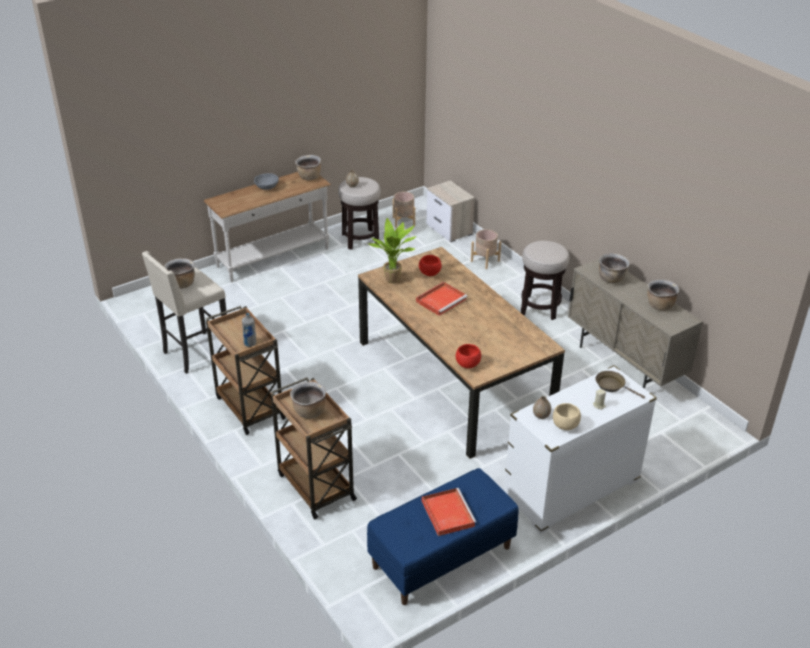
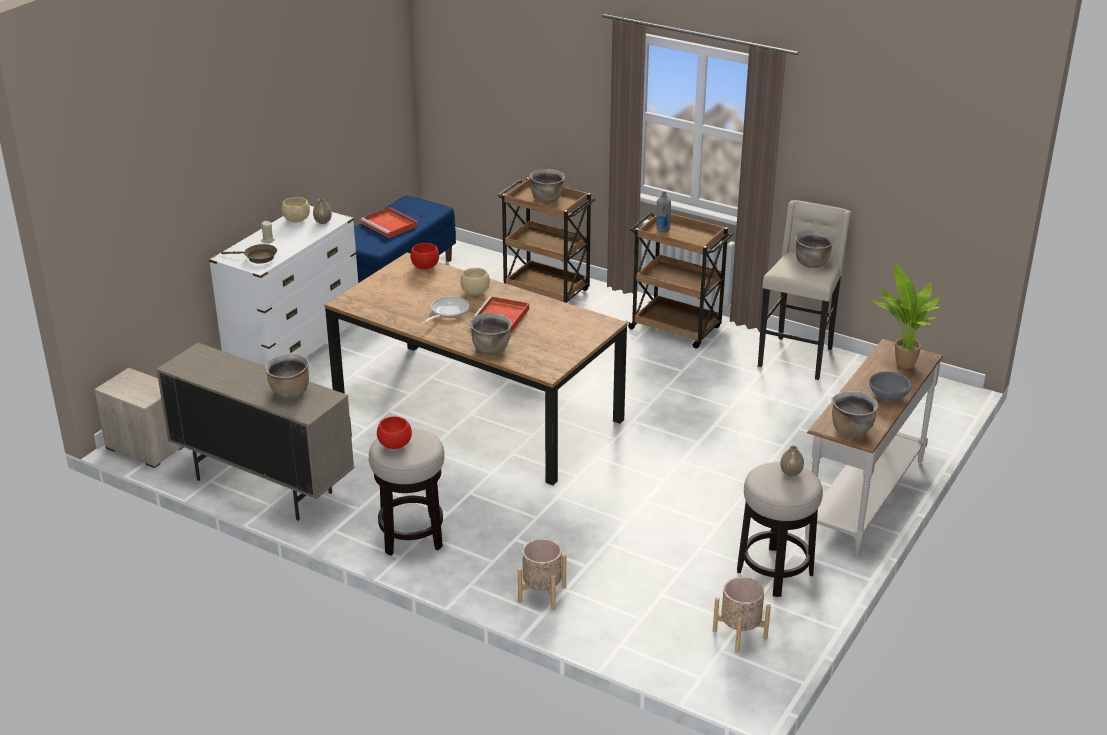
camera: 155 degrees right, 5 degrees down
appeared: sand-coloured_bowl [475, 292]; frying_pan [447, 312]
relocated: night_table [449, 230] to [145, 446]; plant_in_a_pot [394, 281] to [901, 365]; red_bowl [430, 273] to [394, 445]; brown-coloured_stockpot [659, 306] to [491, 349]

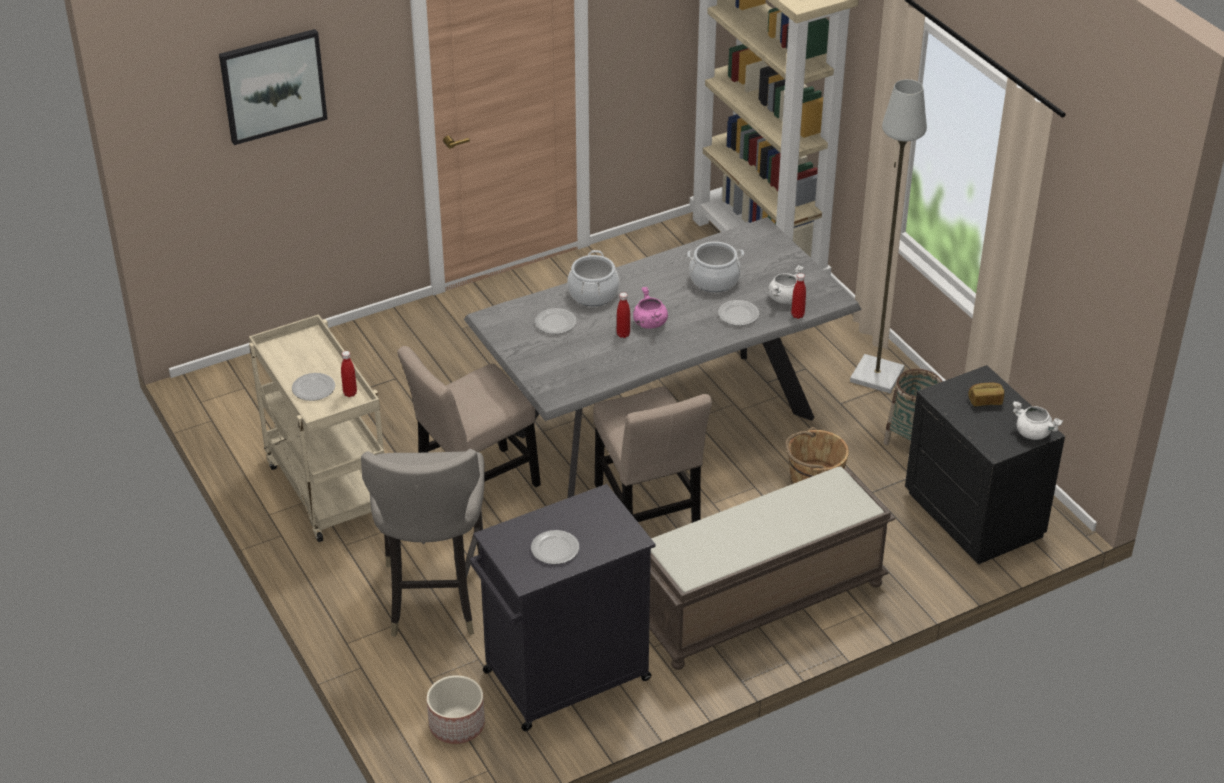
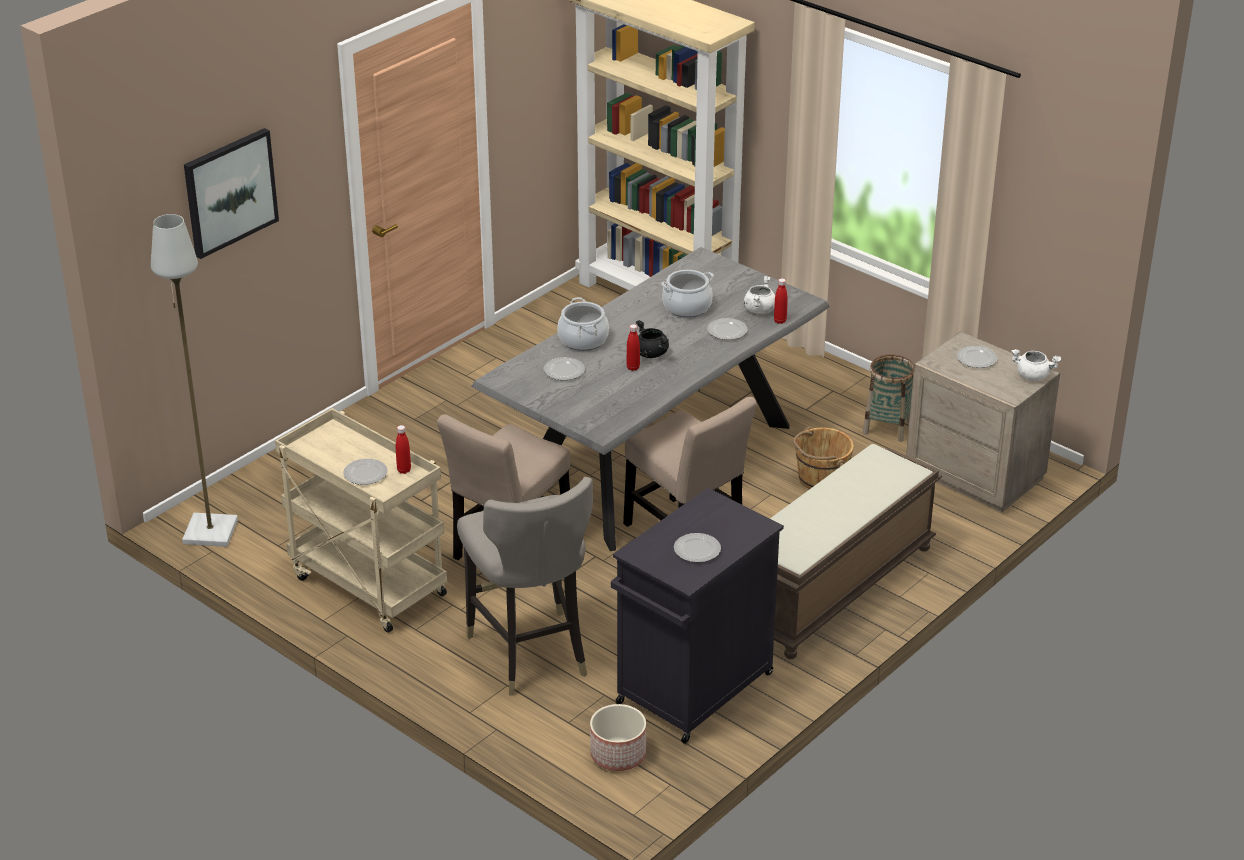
camera: 20 degrees left, 5 degrees down
relocated: grey_standard_lamp [875, 376] to [209, 532]
exchanged: bread [985, 400] to plate [977, 359]
colour: pink_stockpot [649, 323] to blackish_stockpot [650, 353]; blackish_night_table [975, 515] to sand-coloured_night_table [976, 473]

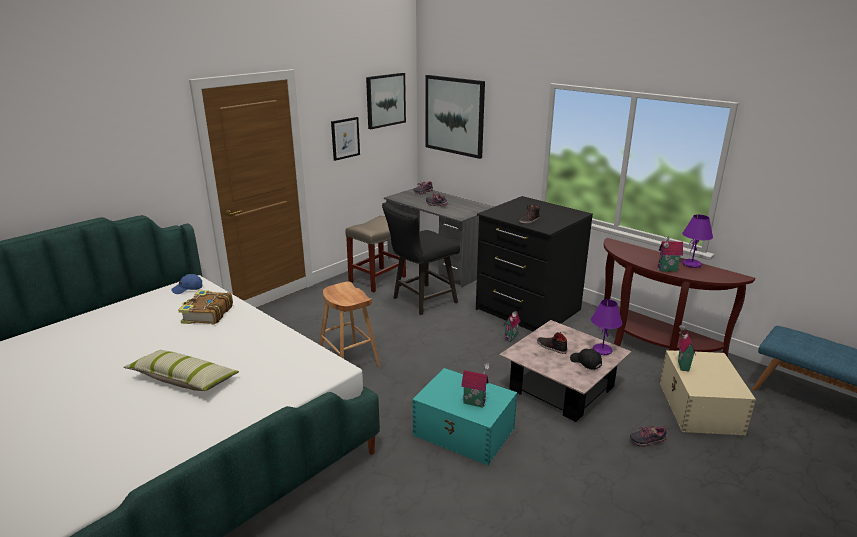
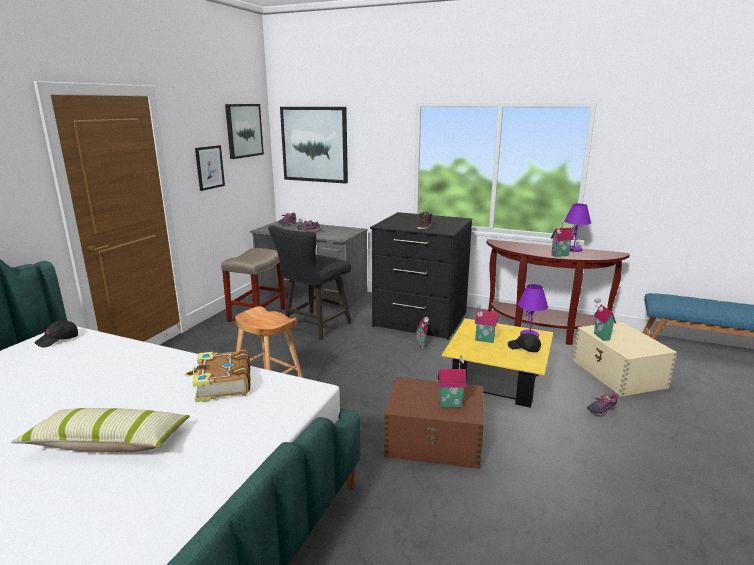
camera: 20 degrees left, 5 degrees down
relocated: book [207, 314] to [222, 384]
exchanged: blackish_low_shoe [551, 347] to model_house [484, 340]
colour: blue-coloured_baseball_cap [188, 289] to blackish_baseball_cap [58, 340]; pink_lounge_table [561, 388] to yellow-coloured_lounge_table [496, 380]; turquoise-coloured_storage_container [464, 432] to brown-coloured_storage_container [435, 441]

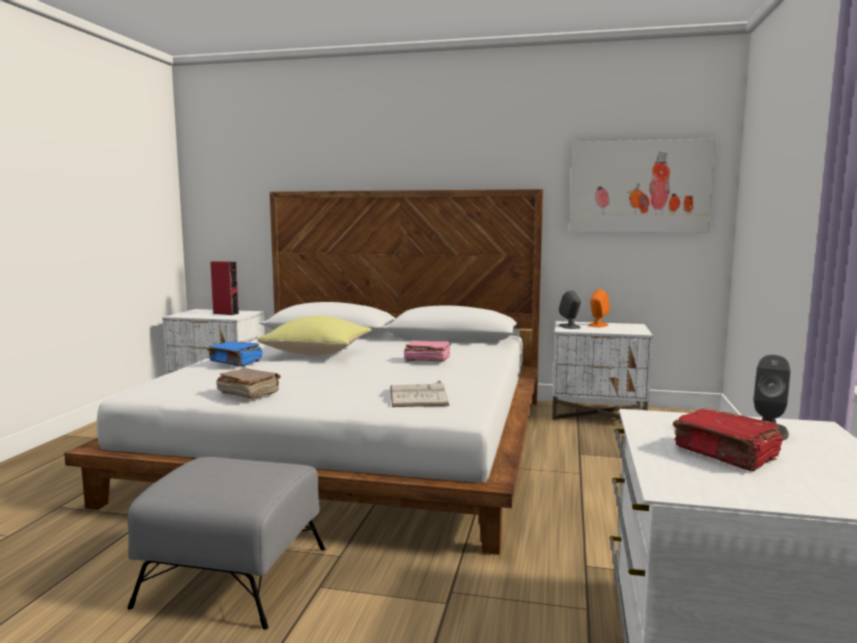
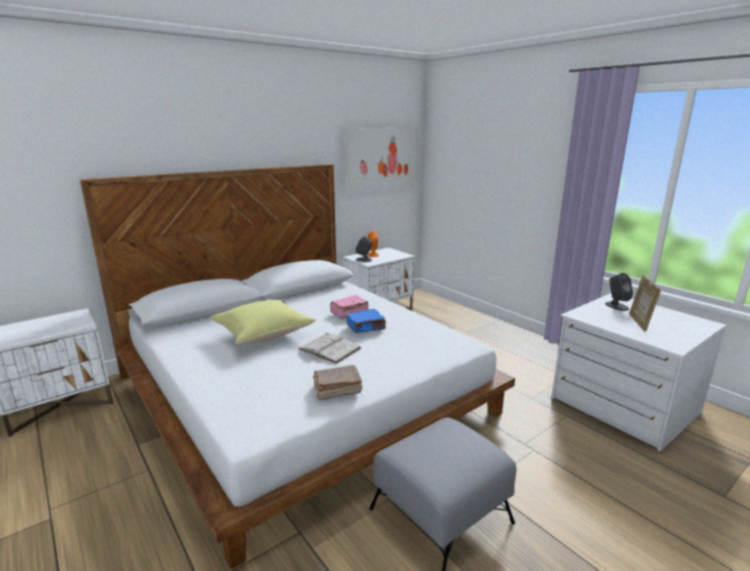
camera: 50 degrees left, 10 degrees up
missing: red_speaker [226, 313]
relocated: blue-coloured_book [236, 362] to [366, 327]; white_book [418, 396] to [329, 348]
exchanged: red_book [726, 454] to photo_frame [639, 323]

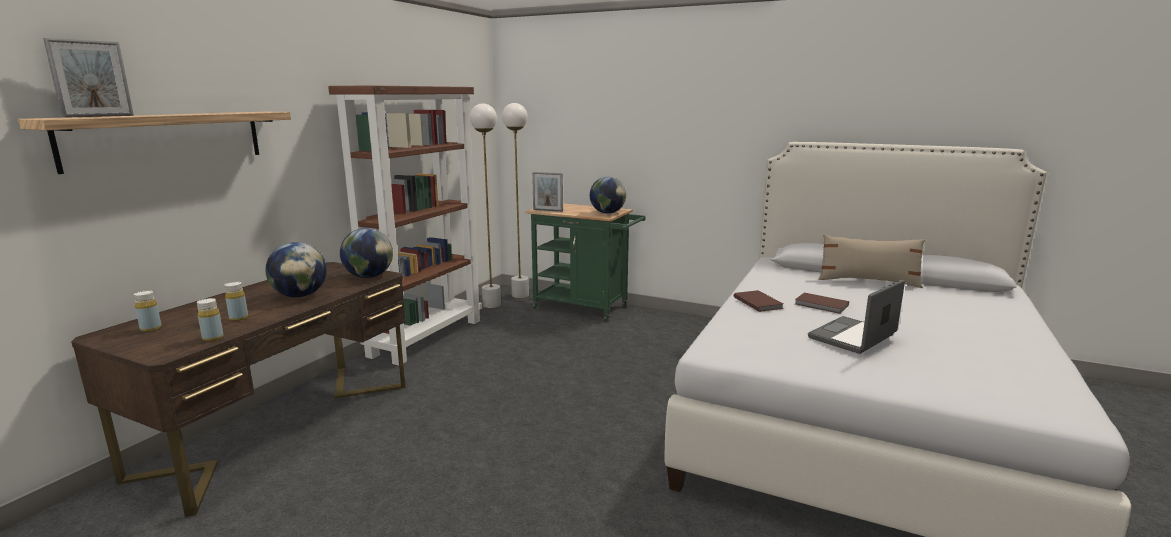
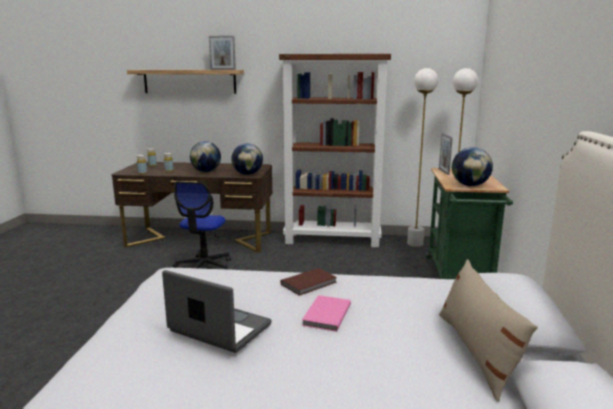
camera: 70 degrees right, 0 degrees up
appeared: office_chair [204, 267]
relocated: photo_frame [99, 116] to [223, 69]
colour: brown-coloured_book [821, 305] to pink_book [325, 315]

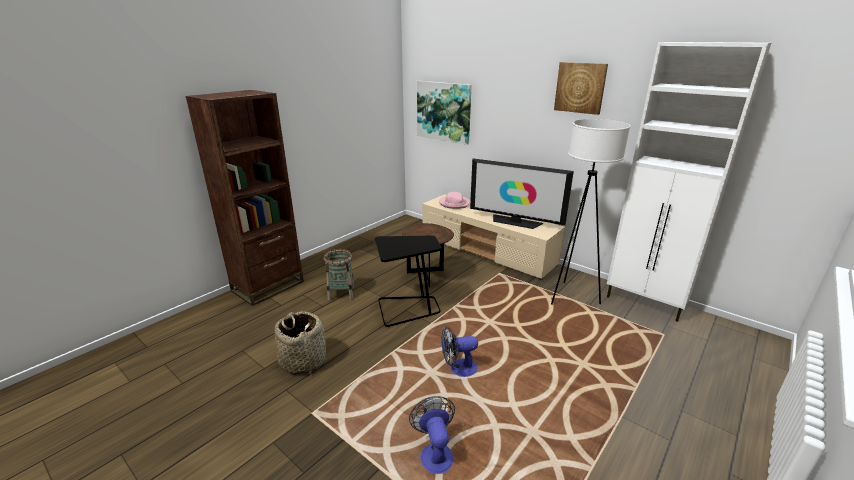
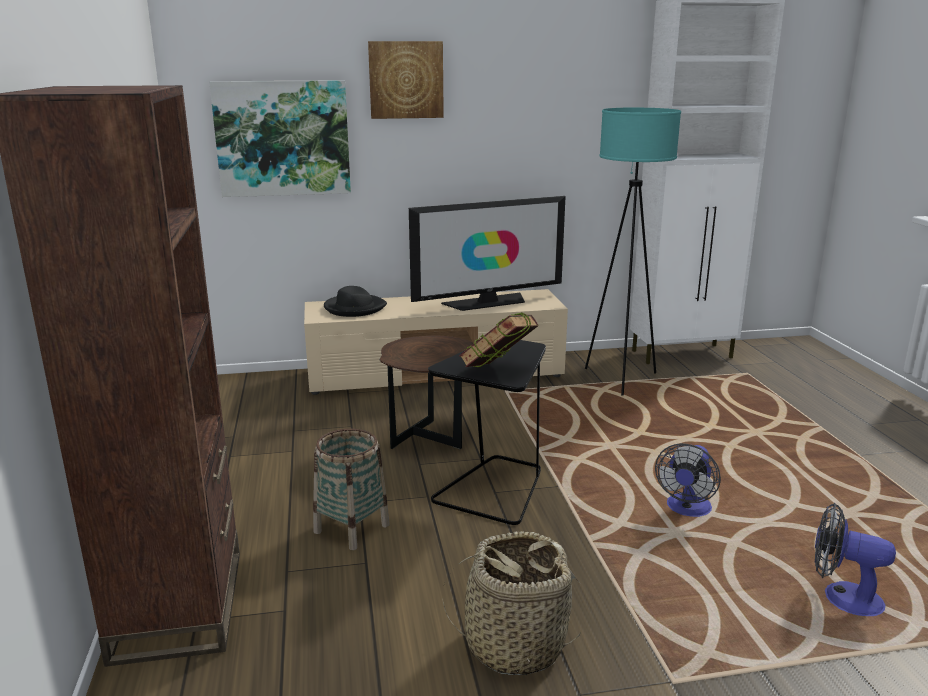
camera: 50 degrees left, 5 degrees down
appeared: book [498, 372]
relocated: wall_art [580, 87] to [406, 80]
colour: white_standard_lamp [571, 296] to turquoise-coloured_standard_lamp [620, 379]; pink_wearable_hat [454, 203] to blackish_wearable_hat [354, 308]

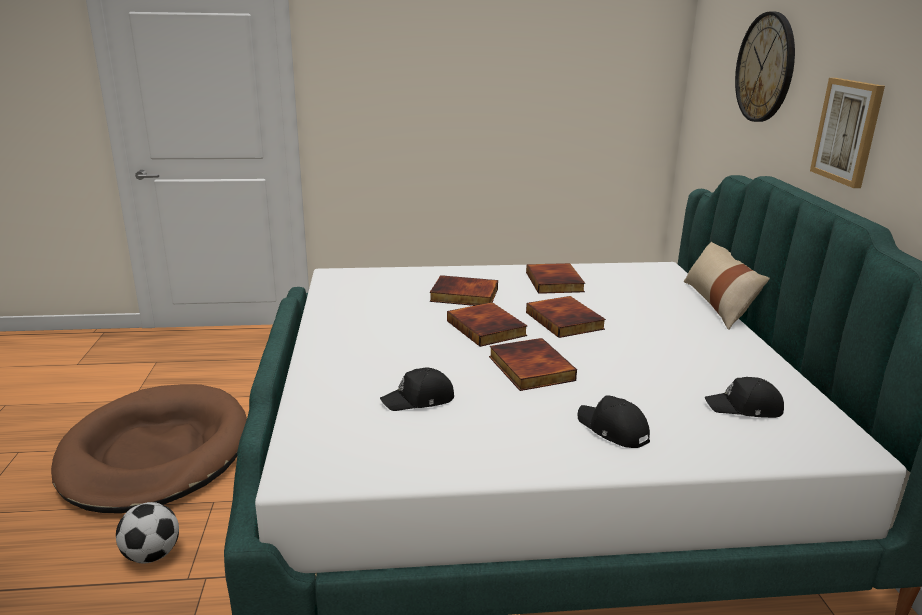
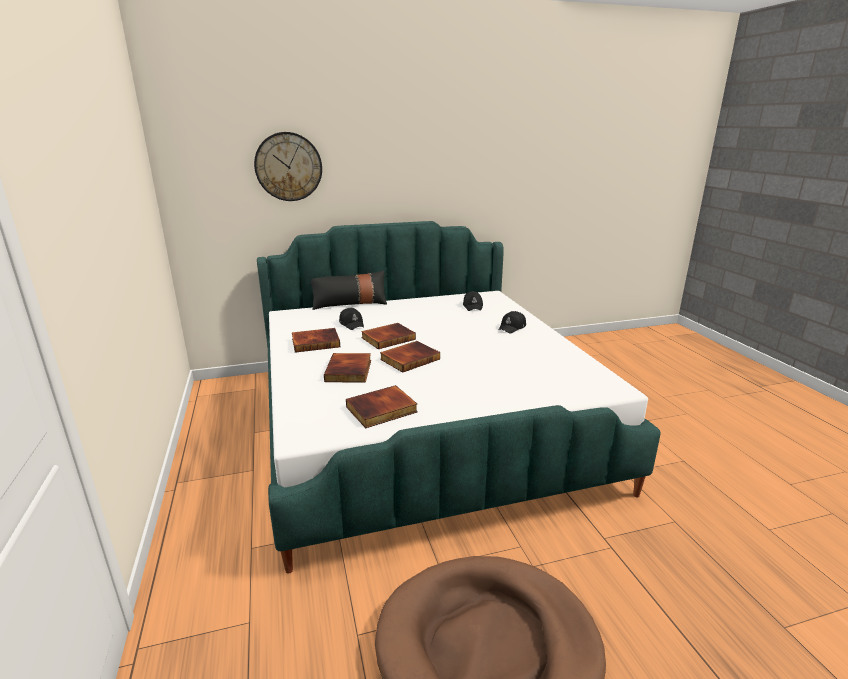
camera: 100 degrees left, 0 degrees up
missing: wall_art [848, 131]; football [152, 555]
relocated: book [529, 368] to [381, 410]; blackish_baseball_cap [419, 400] to [352, 324]
colour: sand-coloured_throw_pillow [718, 304] to blackish_throw_pillow [349, 304]

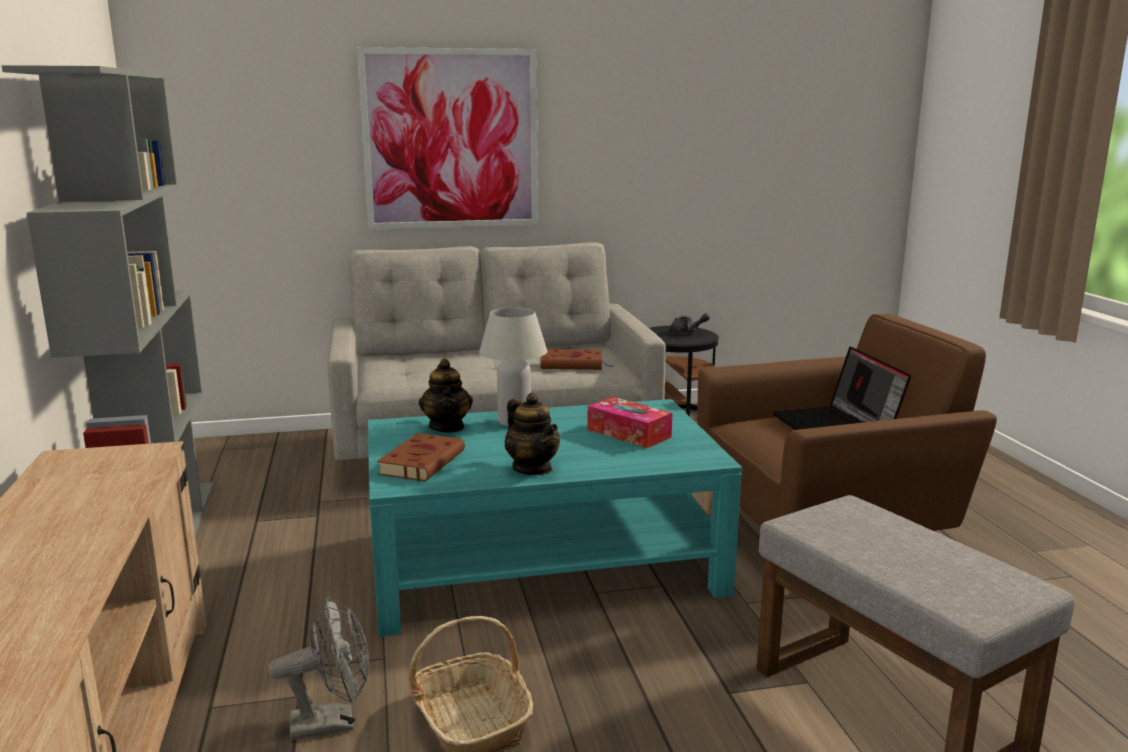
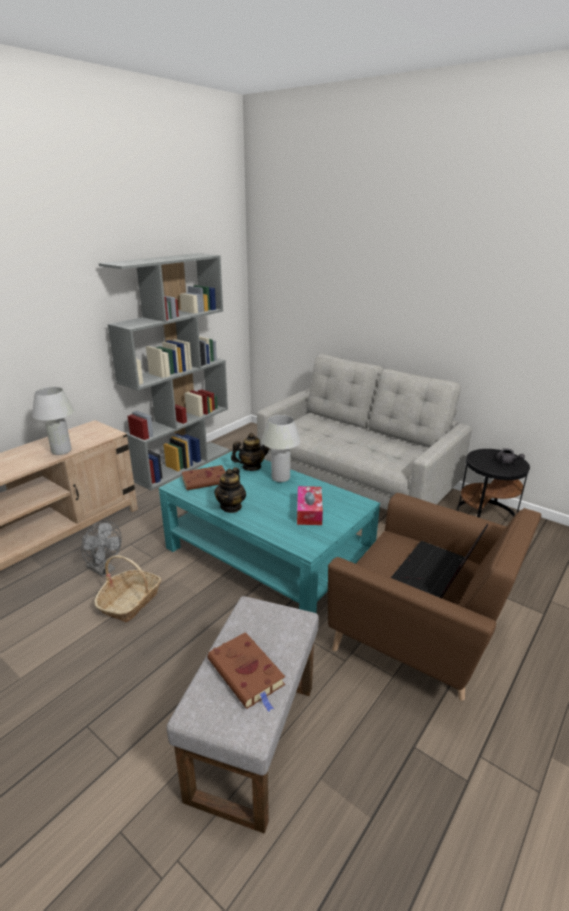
camera: 50 degrees right, 10 degrees up
missing: wall_art [451, 139]
appeared: white_lamp_for_a_table [61, 451]
relocated: brown-coloured_book [574, 364] to [247, 674]
spun: pot_for_tea [447, 427] = [251, 467] 150 degrees counterclockwise

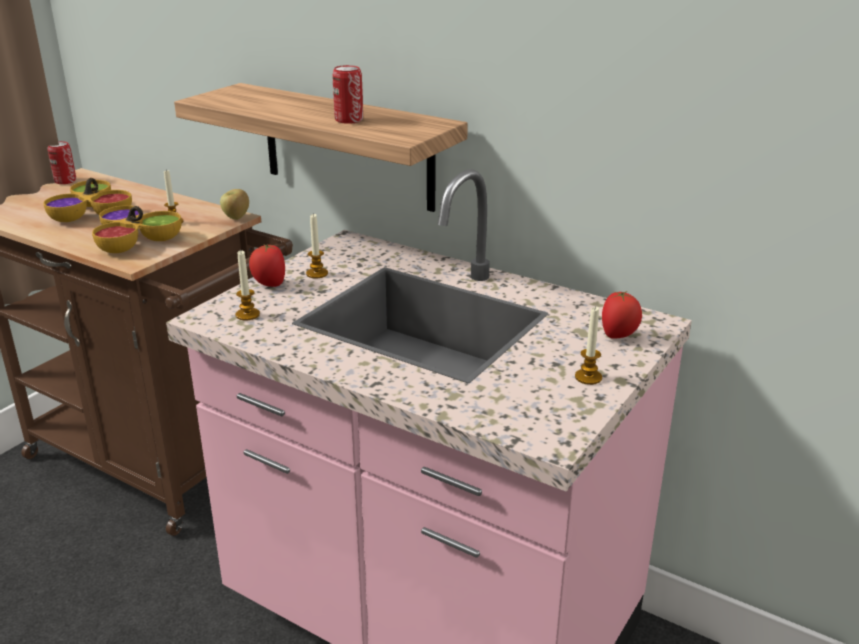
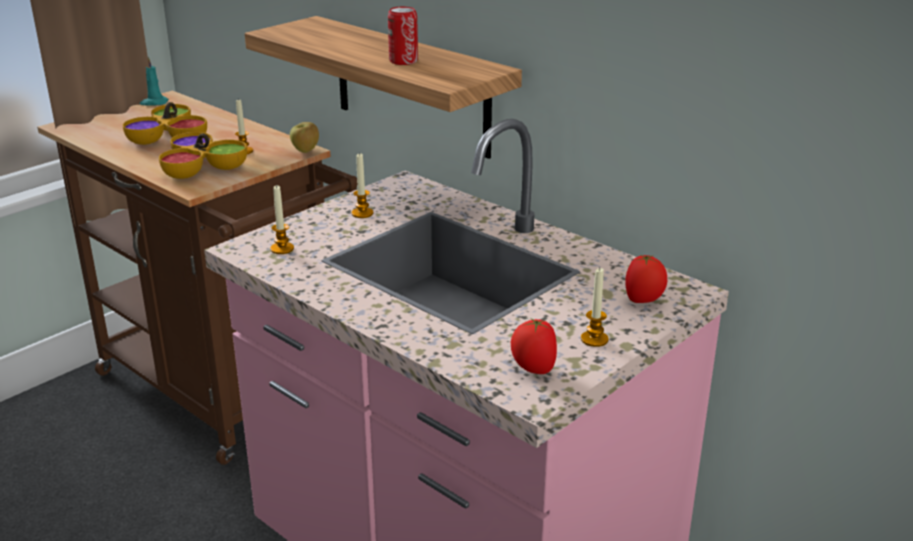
camera: 10 degrees right, 0 degrees up
relocated: whole_tomato [269, 284] to [533, 369]
exchanged: metal_can [65, 181] to turquoise-coloured_wax_light [153, 103]

